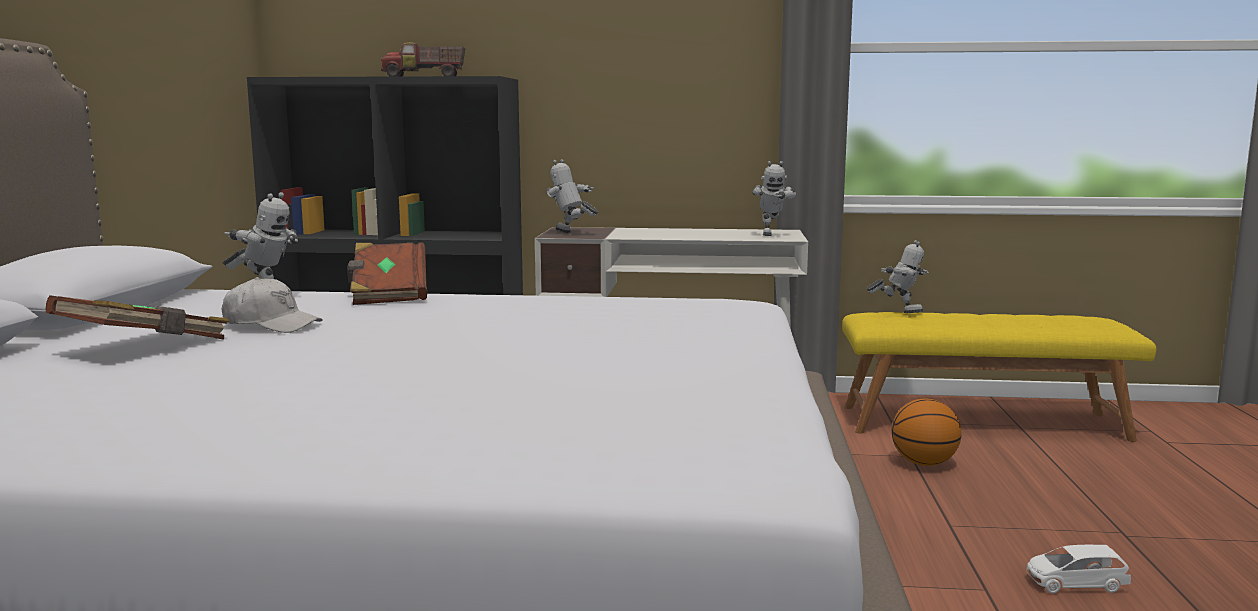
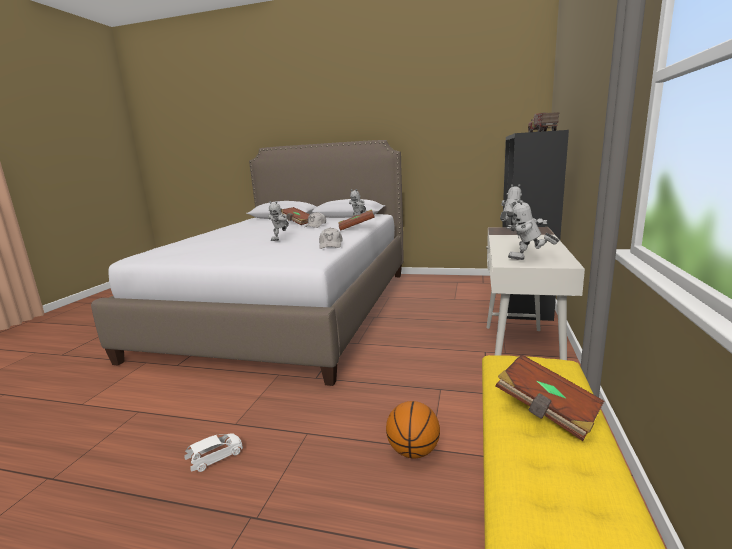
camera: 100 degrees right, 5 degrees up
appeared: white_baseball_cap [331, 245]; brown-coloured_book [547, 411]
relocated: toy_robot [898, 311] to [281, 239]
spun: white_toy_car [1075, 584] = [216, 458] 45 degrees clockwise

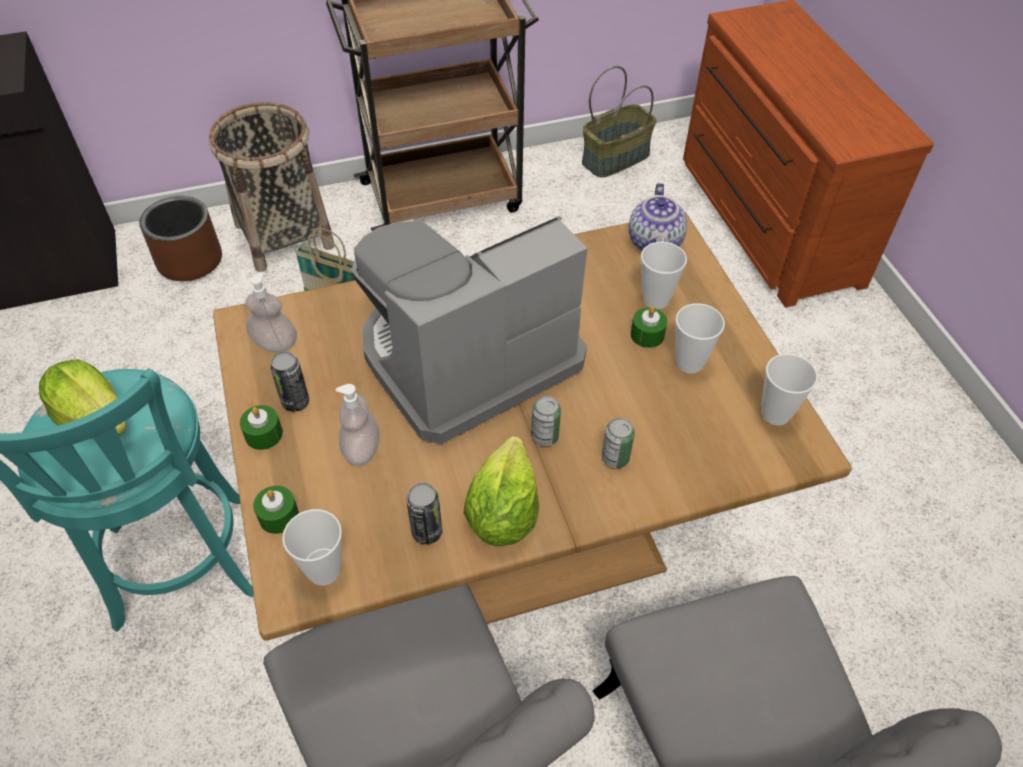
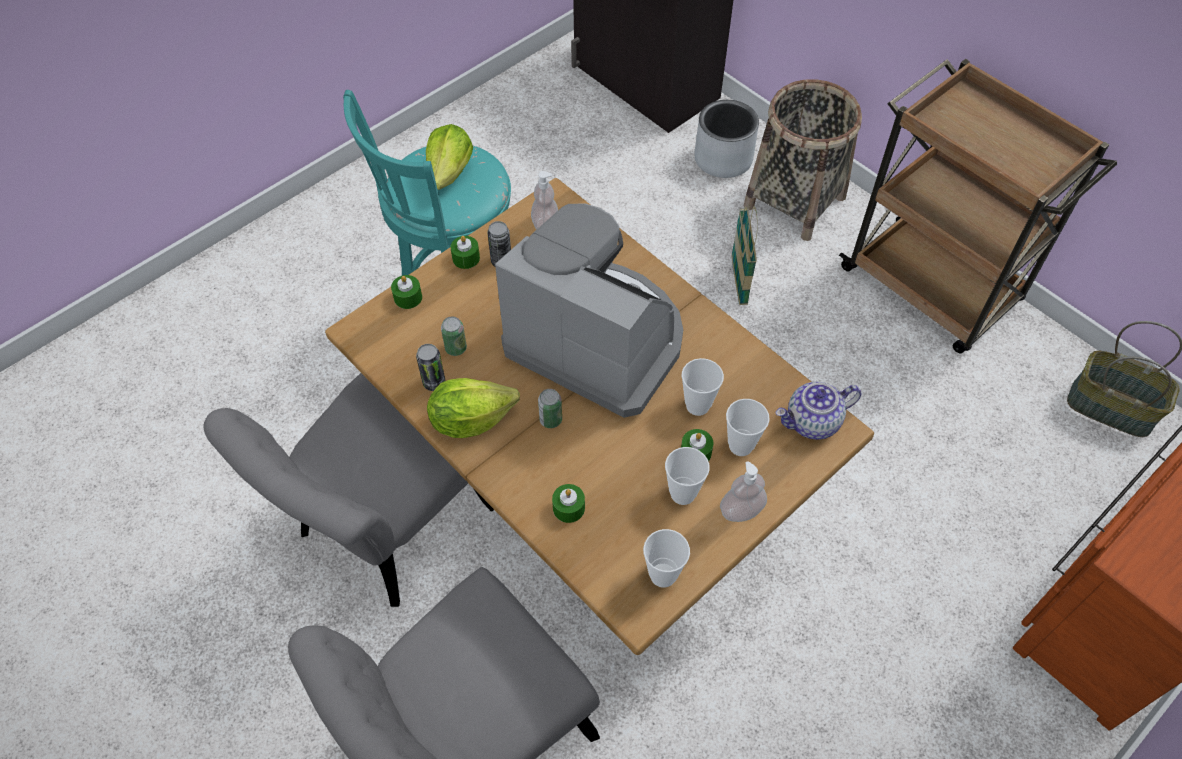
camera: 65 degrees right, 5 degrees up
appeared: green-coloured_wax_light [568, 508]
relocated: soap_bottle [362, 449] to [741, 510]; metal_can [615, 458] to [456, 348]; small_cup [324, 570] to [697, 405]
colour: brown-coloured_plant_pot [190, 260] to grey_plant_pot [723, 159]

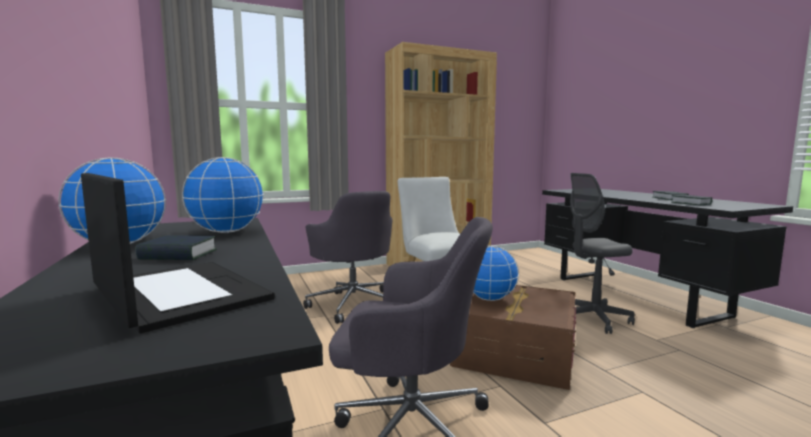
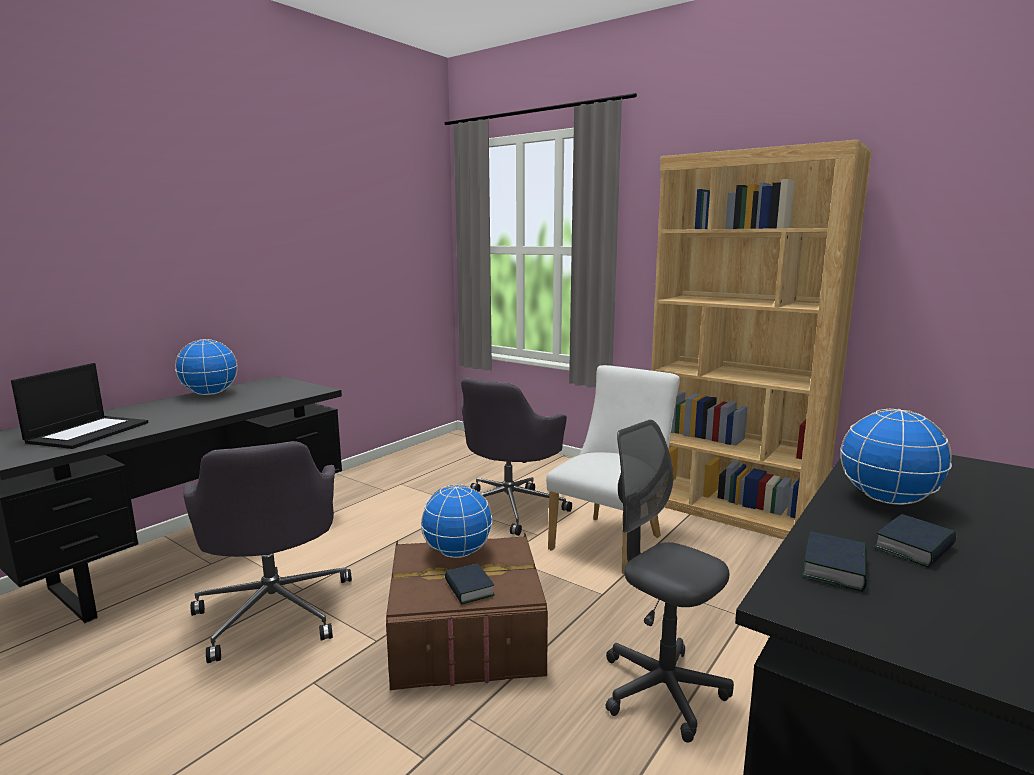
camera: 60 degrees right, 5 degrees up
relocated: globe [226, 232] to [886, 500]; book [178, 255] to [469, 589]

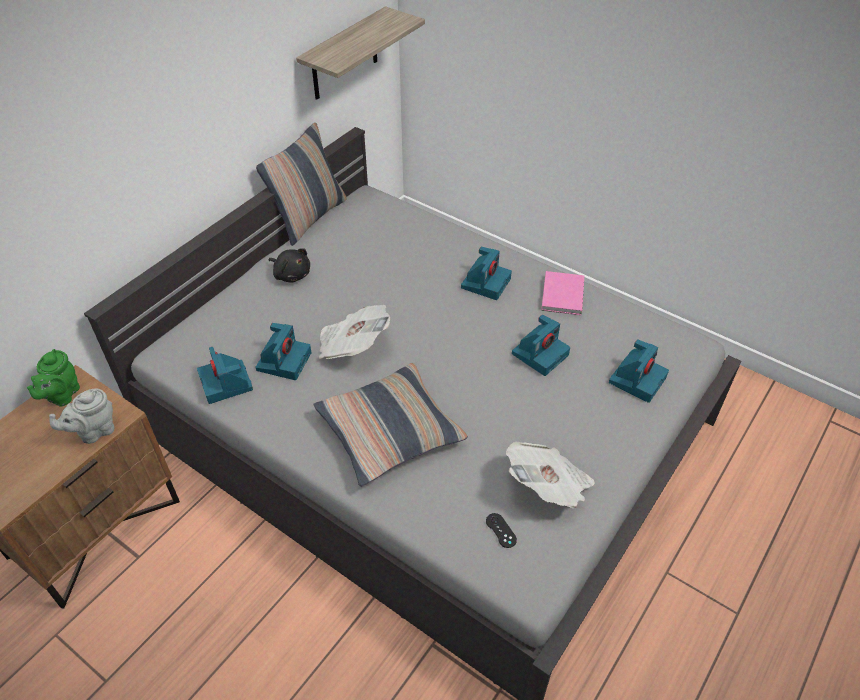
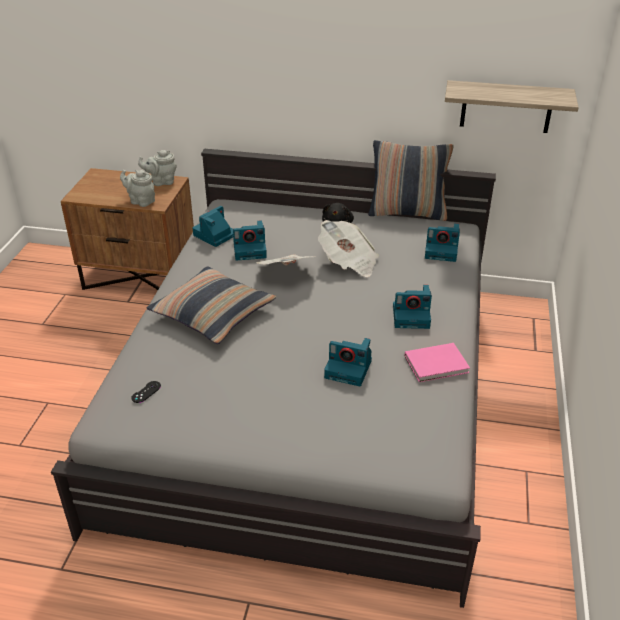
camera: 65 degrees right, 10 degrees down
relocated: photo_camera [637, 379] to [442, 251]; newspaper [548, 487] to [348, 262]
colour: green-coloured_pot_for_tea [62, 395] to grey_pot_for_tea [161, 182]

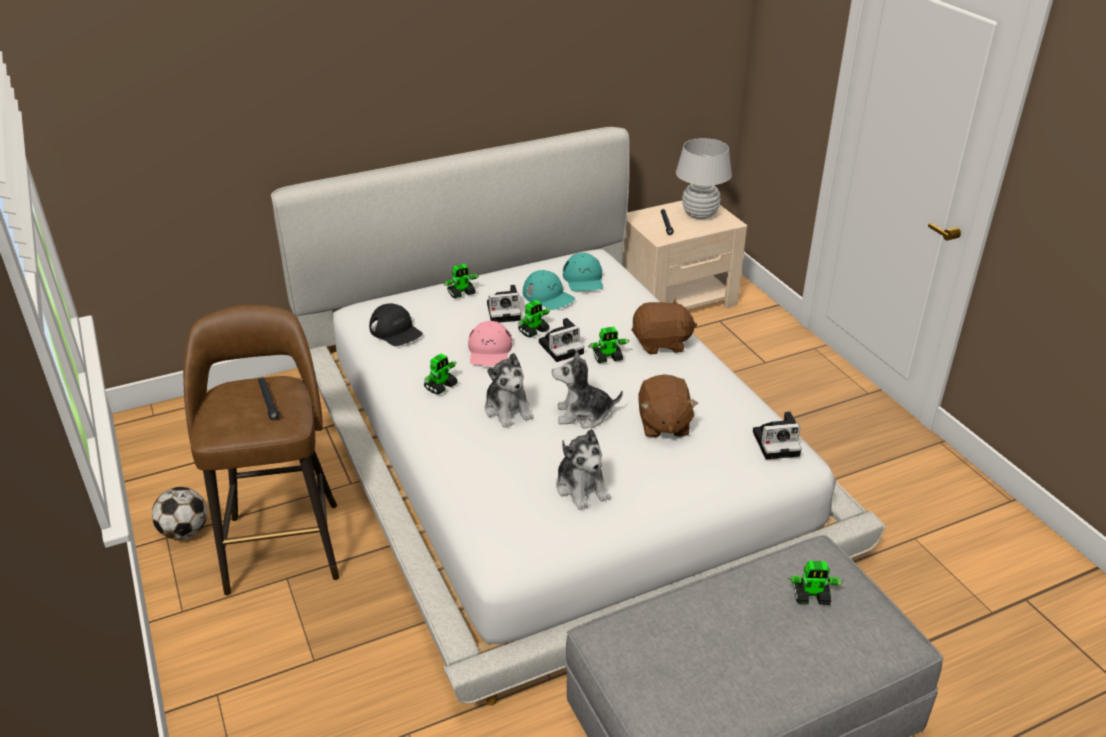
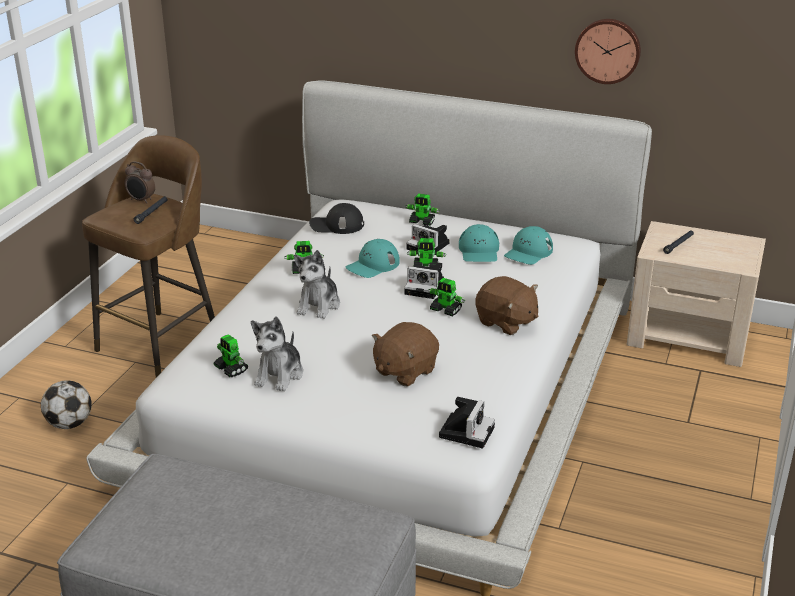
camera: 45 degrees right, 5 degrees down
missing: white_lamp_for_a_table [699, 214]; plush_toy [583, 415]
appeared: wall_clock [608, 50]; table_clock [141, 200]
relocated: football [185, 531] to [69, 424]; toy_robot [811, 596] to [231, 369]
colour: pink_baseball_cap [489, 351] to turquoise-coloured_baseball_cap [373, 265]
spun: blackish_baseball_cap [396, 331] = [336, 225] 90 degrees clockwise; photo_camera [777, 443] = [466, 431] 105 degrees counterclockwise

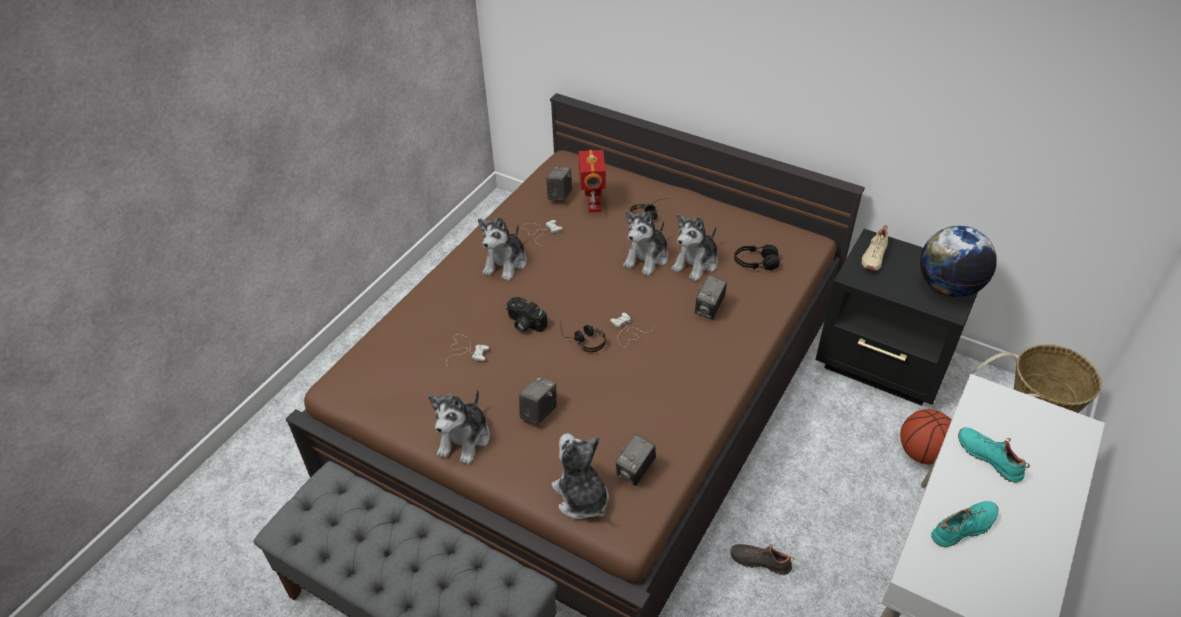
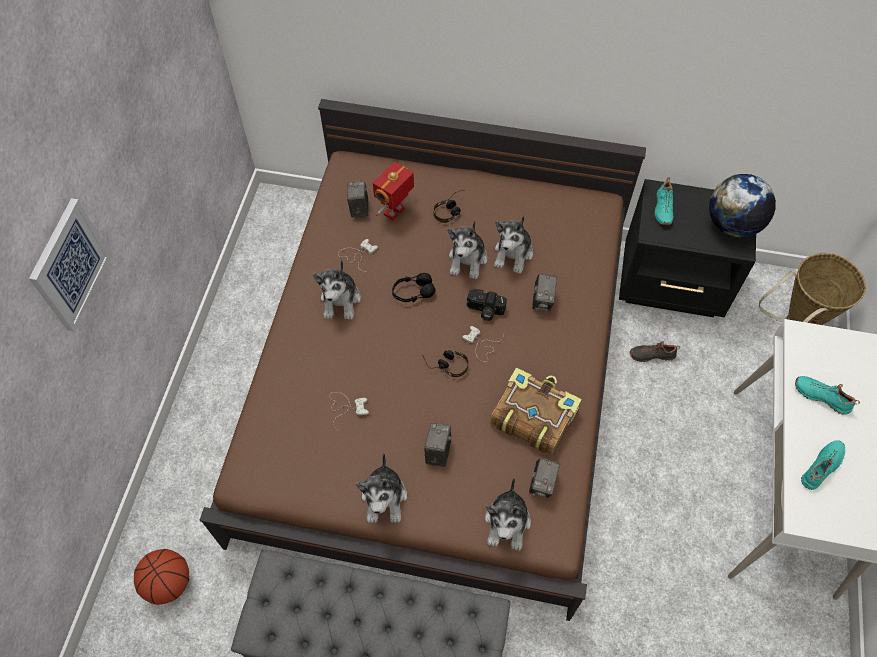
camera: 20 degrees left, 15 degrees up
appeared: wall_art [69, 265]; book [532, 415]
relocated: blackish_headphones [755, 263] to [413, 292]; photo_camera [524, 323] to [484, 310]; ball_for_basketball [922, 453] to [168, 583]; blackish_low_shoe [760, 560] to [651, 354]
colour: sand-coloured_low_shoe [873, 257] to turquoise-coloured_low_shoe [662, 208]
spun: toy_robot [593, 206] = [395, 212] 120 degrees counterclockwise; plush_toy [581, 497] = [507, 523] 120 degrees counterclockwise

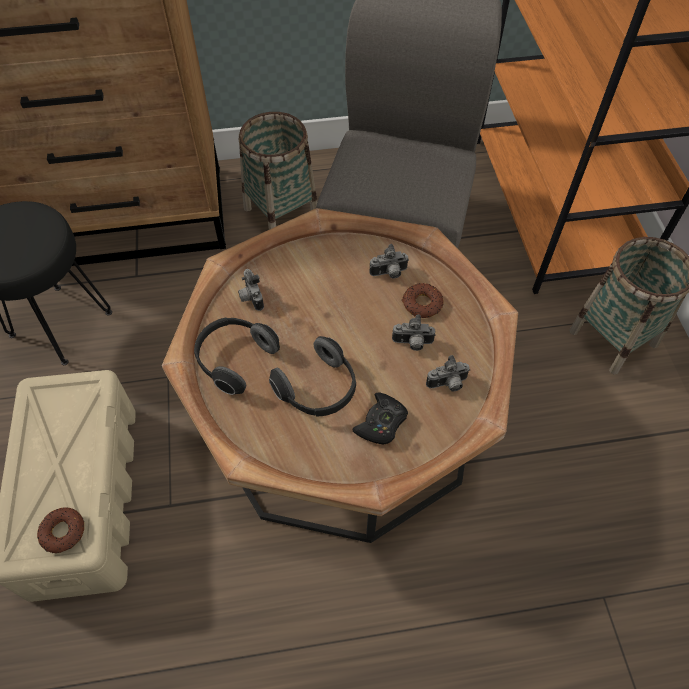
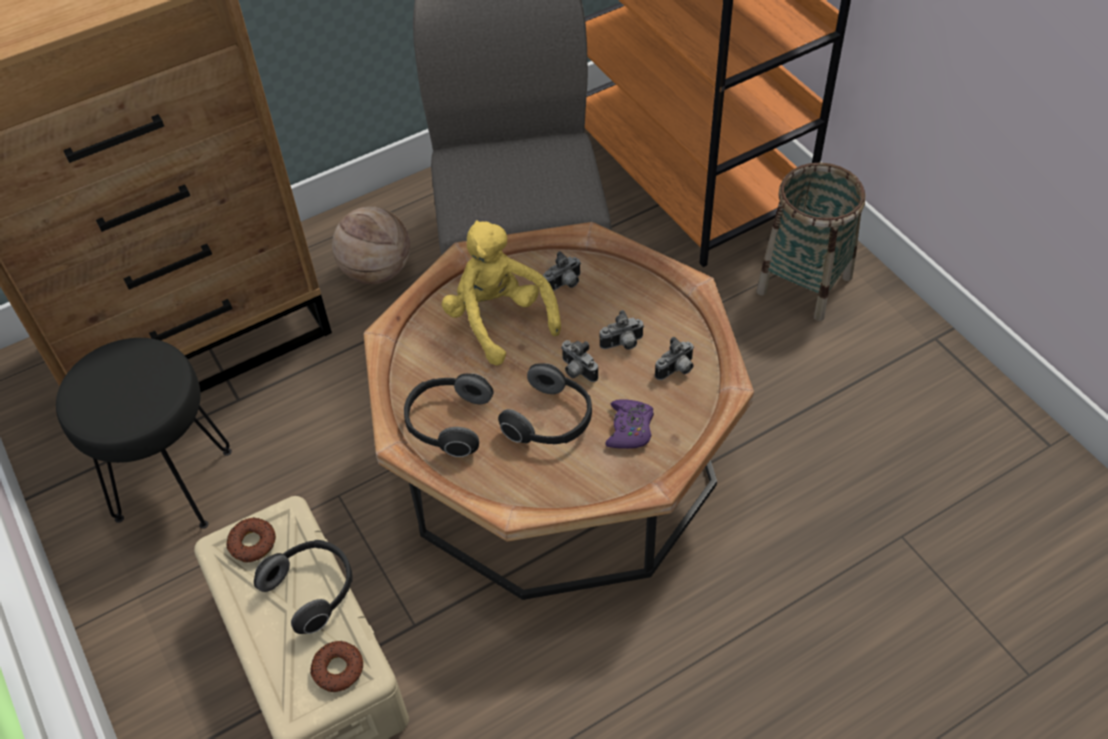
camera: 20 degrees left, 5 degrees down
appeared: yellow-coloured_plush_toy [499, 319]; headphones [313, 590]
relocated: photo_camera [250, 297] to [576, 371]; ring_doughnut [422, 304] to [252, 543]
exchanged: storage_basket [281, 213] to ball_for_basketball [377, 271]
colour: blackish_game_controller [381, 423] to purple_game_controller [629, 429]

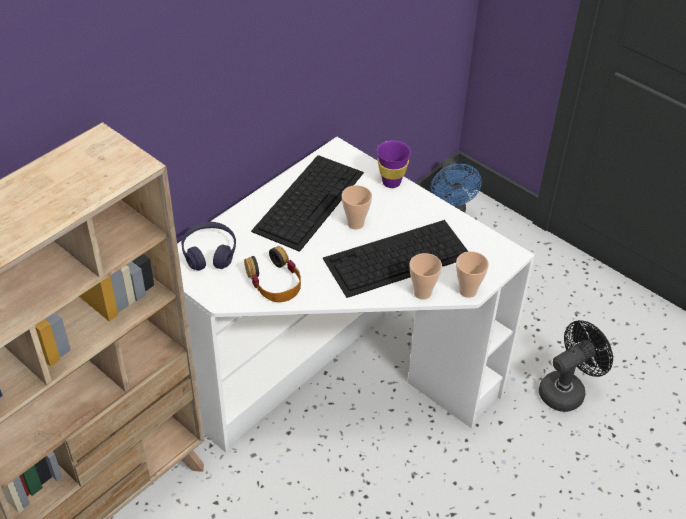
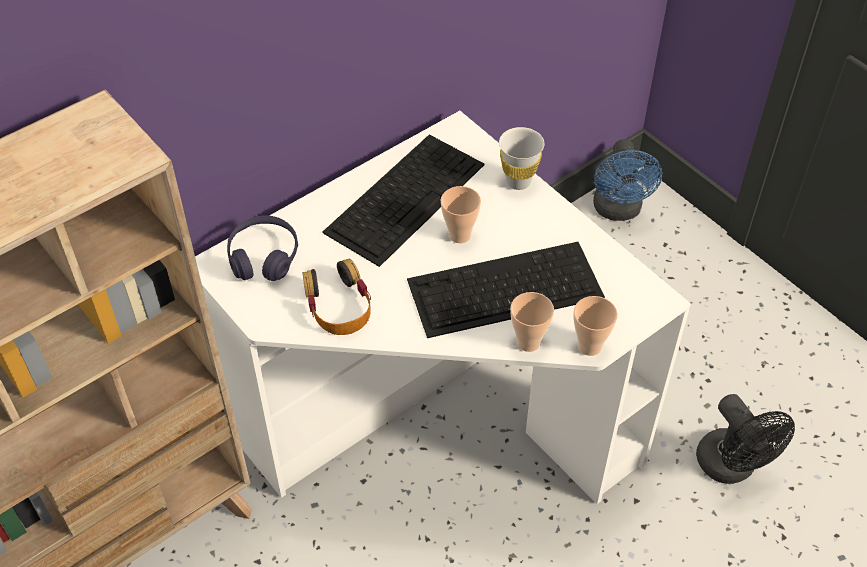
camera: 10 degrees right, 5 degrees up
colour: purple_small_cup [391, 182] to white_small_cup [518, 181]
spun: blackish_cooling_fan [567, 390] = [732, 467] 90 degrees clockwise

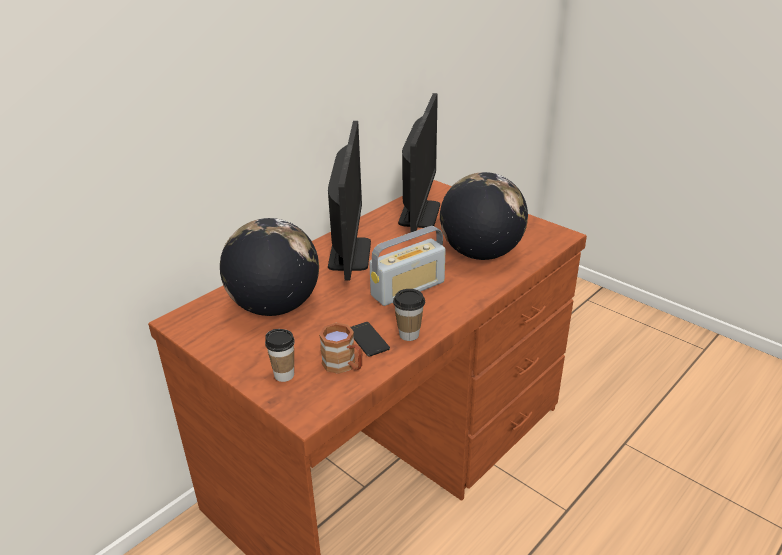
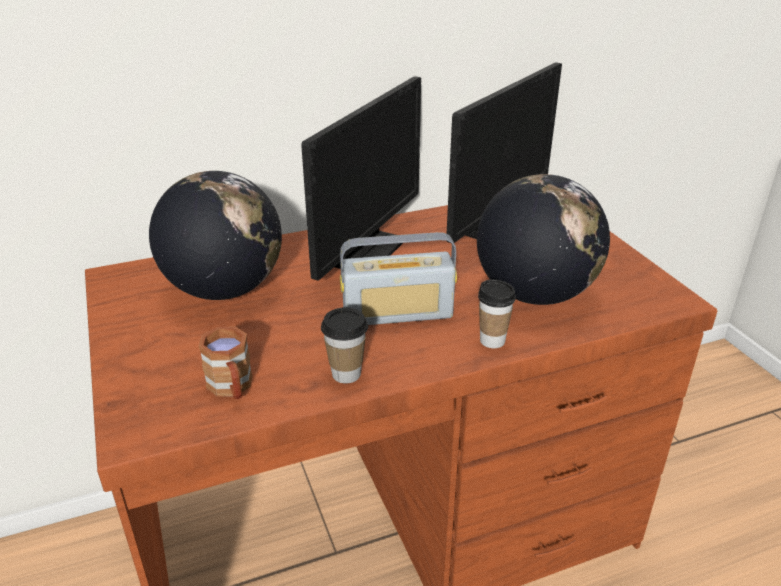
camera: 25 degrees right, 0 degrees up
missing: handset [368, 339]
relocated: small_cup [284, 375] to [492, 341]

